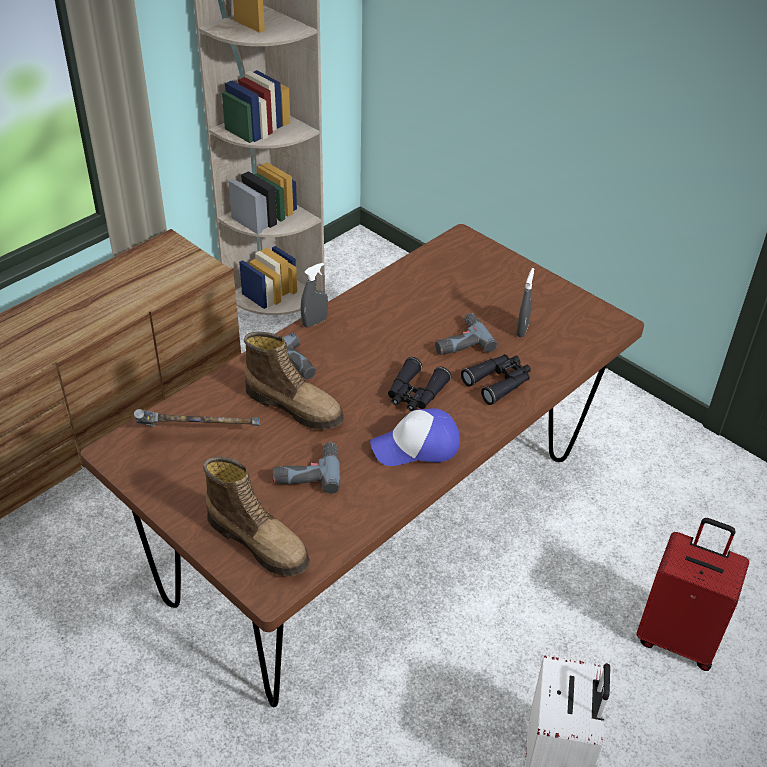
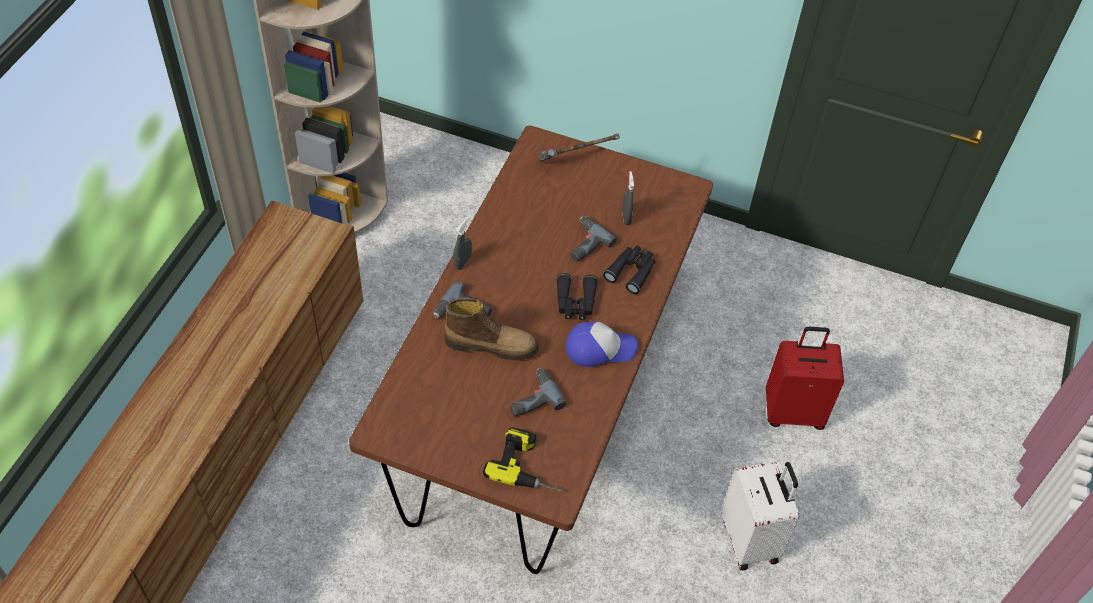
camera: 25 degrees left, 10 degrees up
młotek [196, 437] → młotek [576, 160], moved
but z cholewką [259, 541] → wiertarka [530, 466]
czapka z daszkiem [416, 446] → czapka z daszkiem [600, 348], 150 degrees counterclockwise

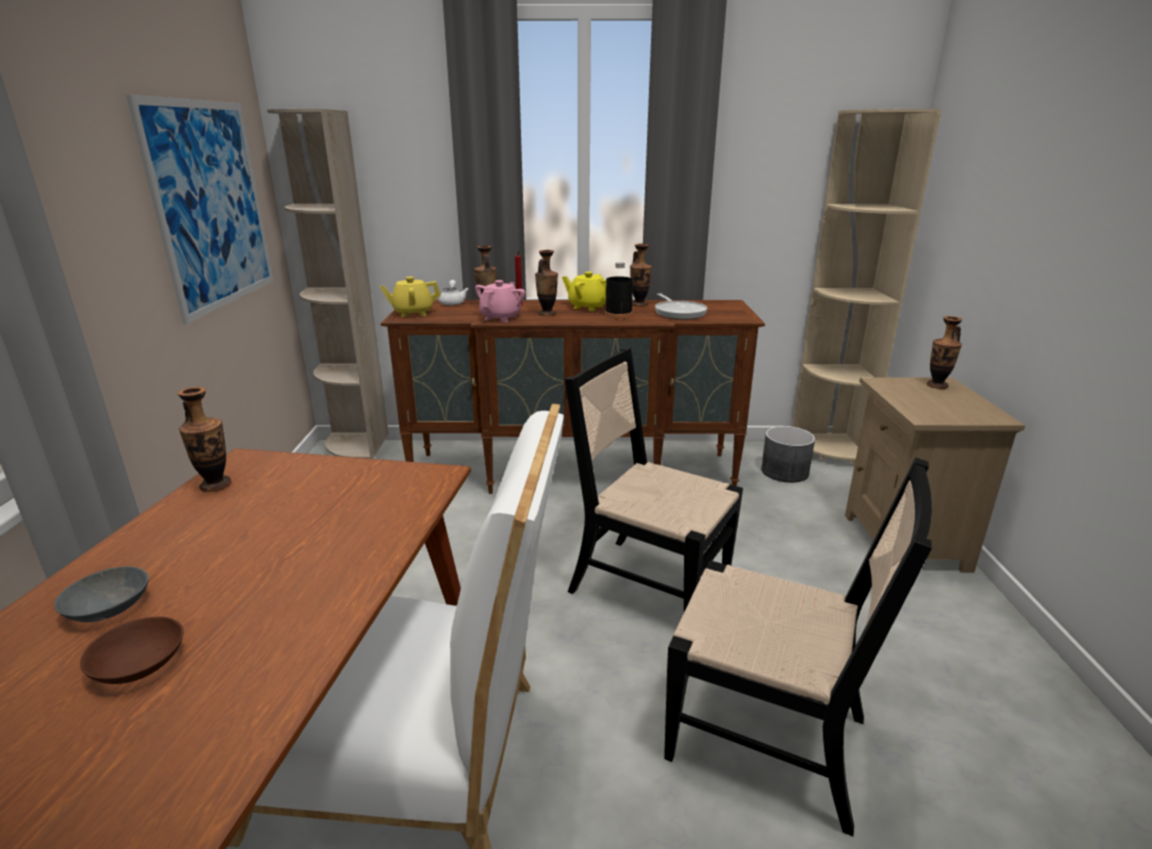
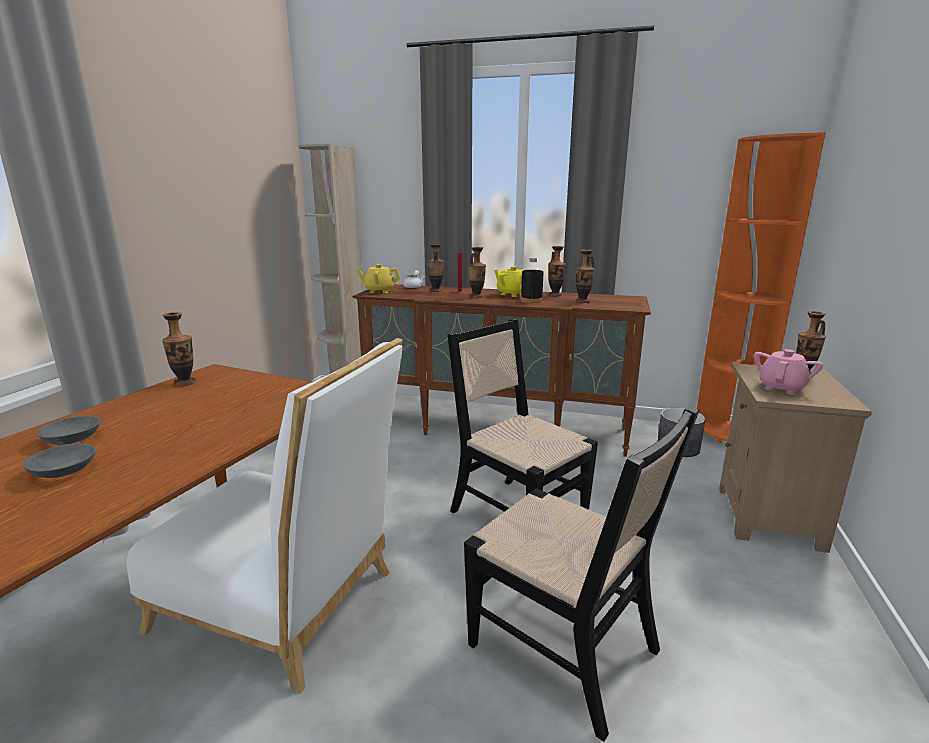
camera: 15 degrees right, 5 degrees down
obraz [212, 205] → -
imbryk/różowy [501, 317] → imbryk/różowy [781, 388], moved
patelnia [679, 313] → wazon [582, 301]
miska/brązowy [140, 665] → miska/szary [64, 471]
regał/beżowy [828, 453] → regał/pomarańczowy [727, 438]

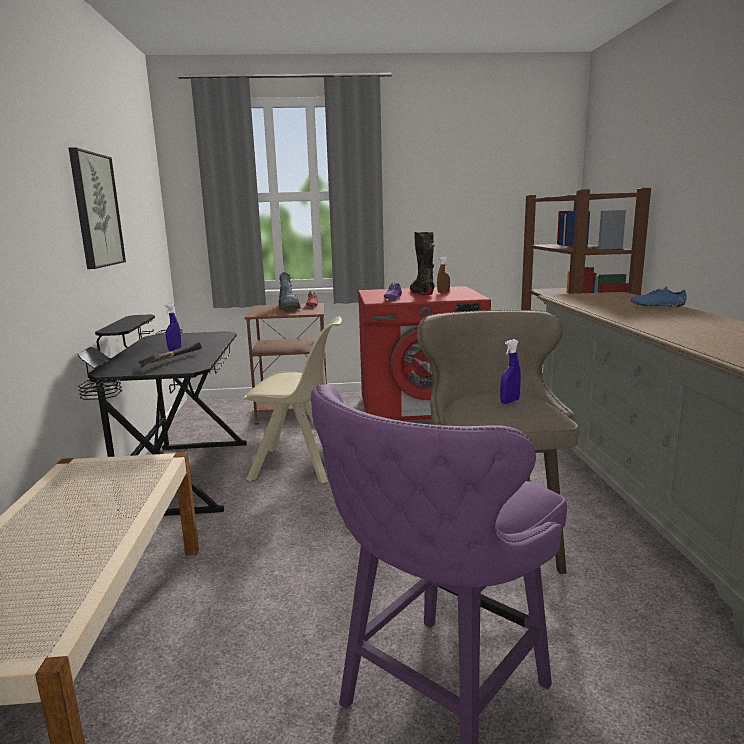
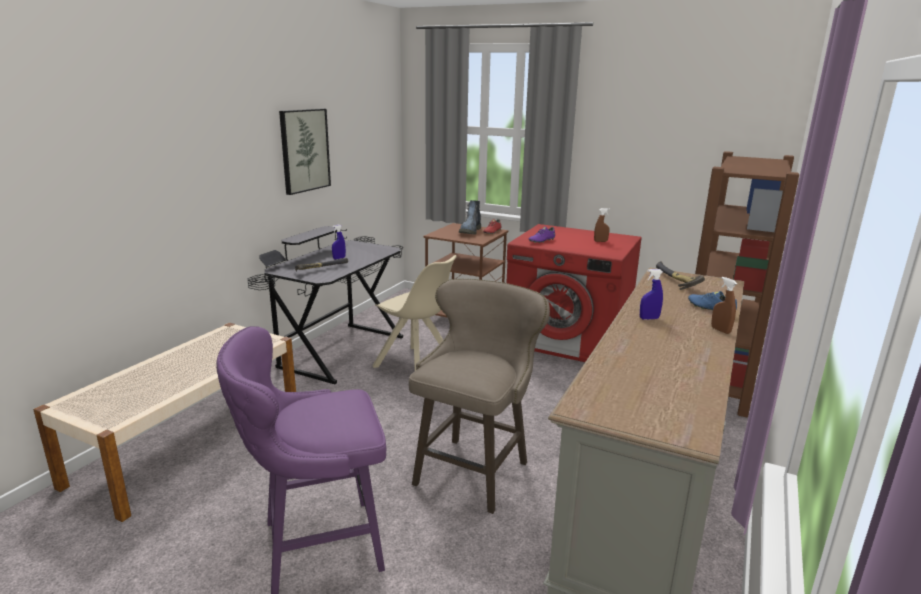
camera: 30 degrees right, 5 degrees up
but z cholewką/czarny [422, 293] → -
- → młotek [674, 281]
- → spryskiwacz/brązowy [720, 330]
spryskiwacz/niebieski [509, 402] → spryskiwacz/niebieski [649, 318], moved

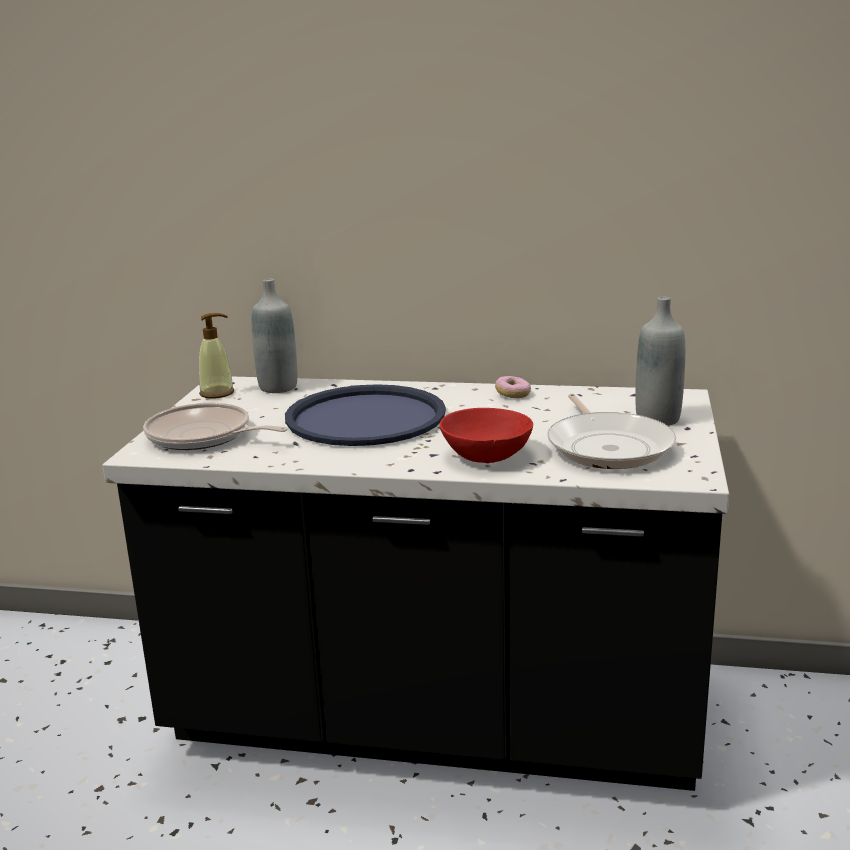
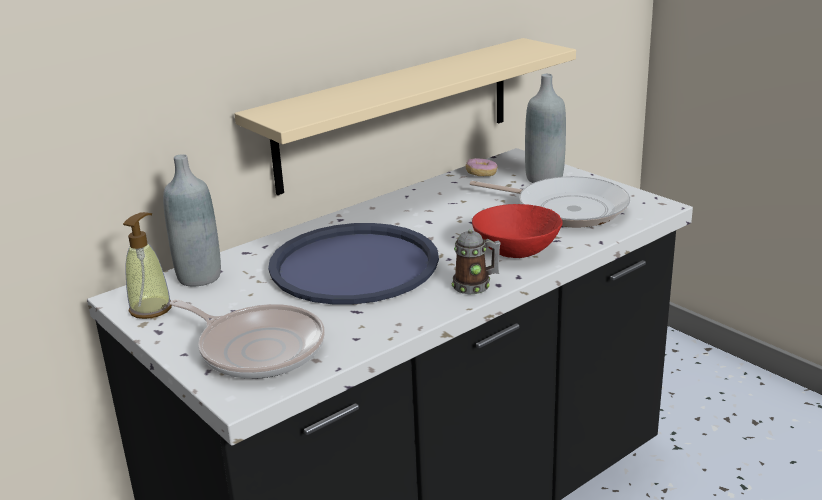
camera: 50 degrees left, 5 degrees up
- → półka/beżowy [396, 113]
- → kubek [476, 285]
donut [513, 395] → donut [481, 174], moved
patelnia [203, 436] → patelnia [258, 348], 120 degrees counterclockwise

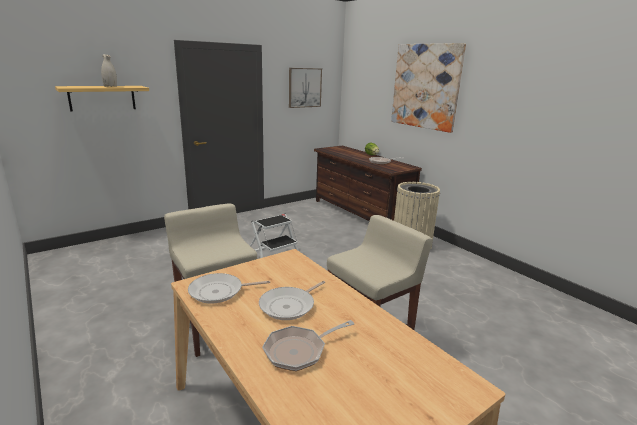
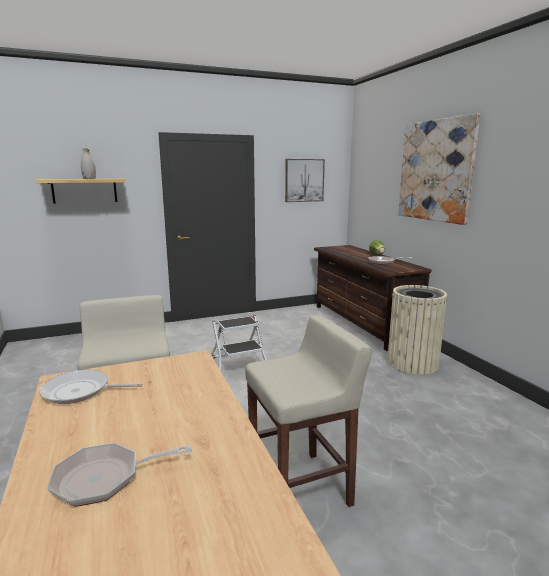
camera: 15 degrees right, 5 degrees down
patelnia [289, 306] → -

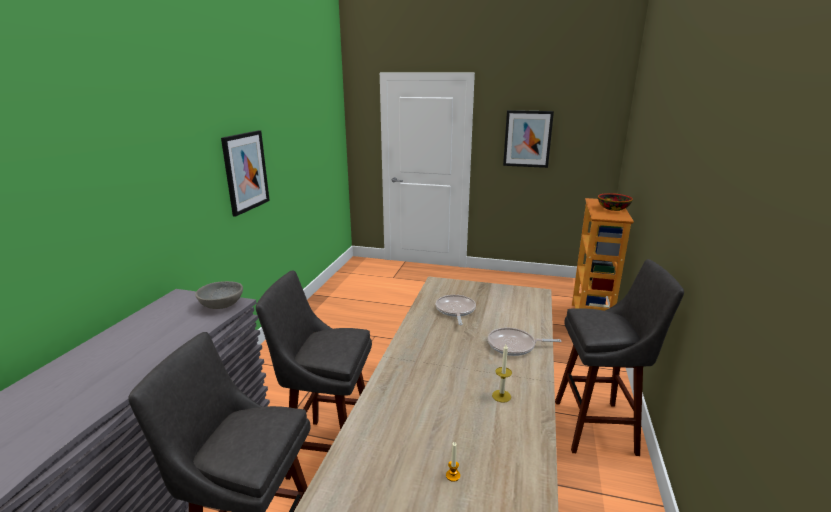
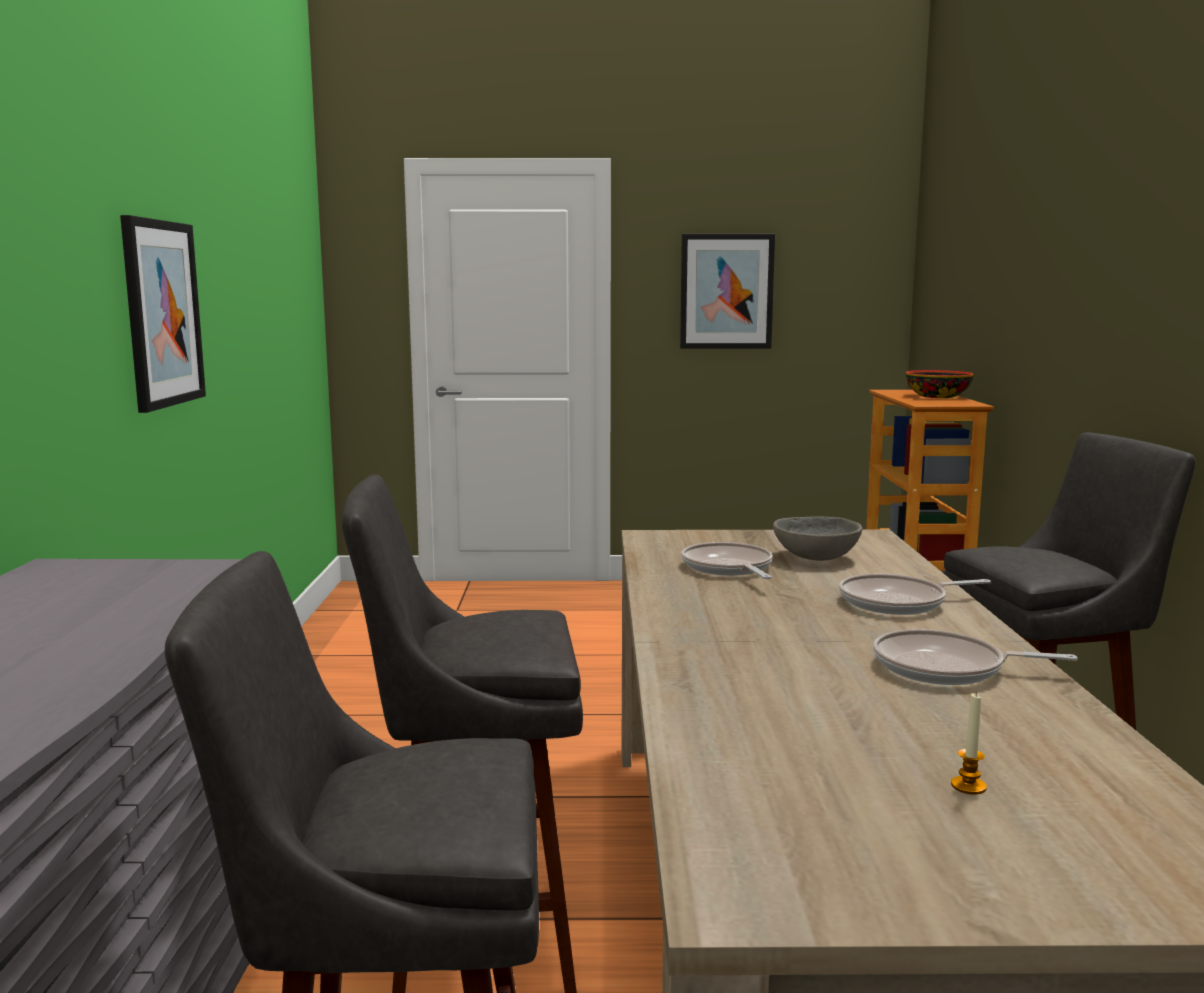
camera: 15 degrees left, 10 degrees down
miska/szary [222, 305] → miska/szary [815, 557], moved
świeca [501, 396] → patelnia [946, 668]

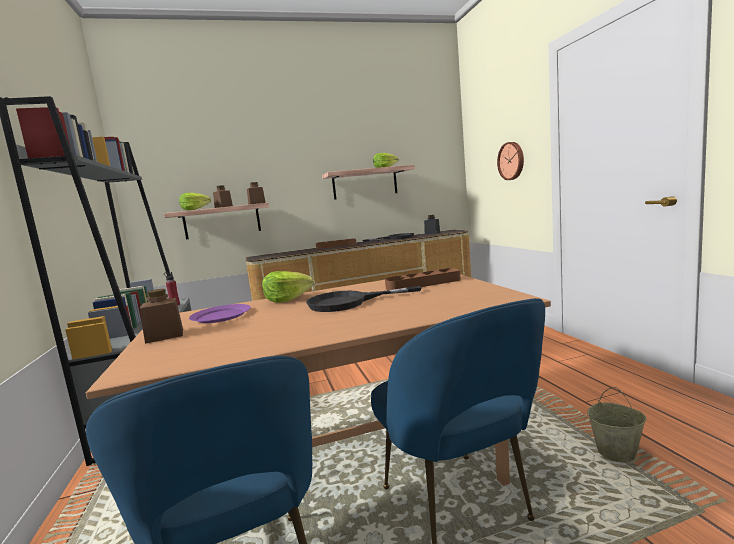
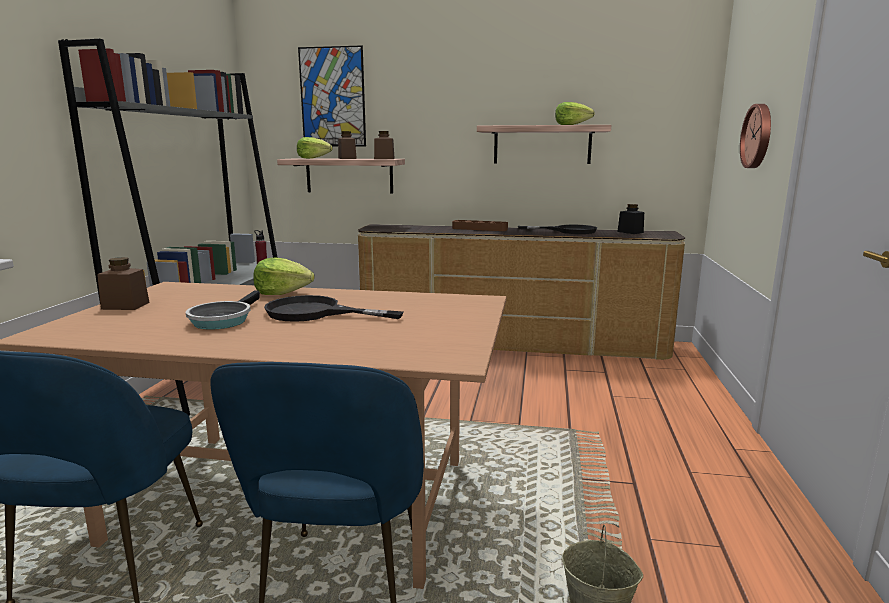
camera: 25 degrees right, 5 degrees up
talerz/fioletowy [221, 316] → -
taca/brązowy [423, 284] → -
- → patelnia [222, 320]
- → obraz [332, 97]

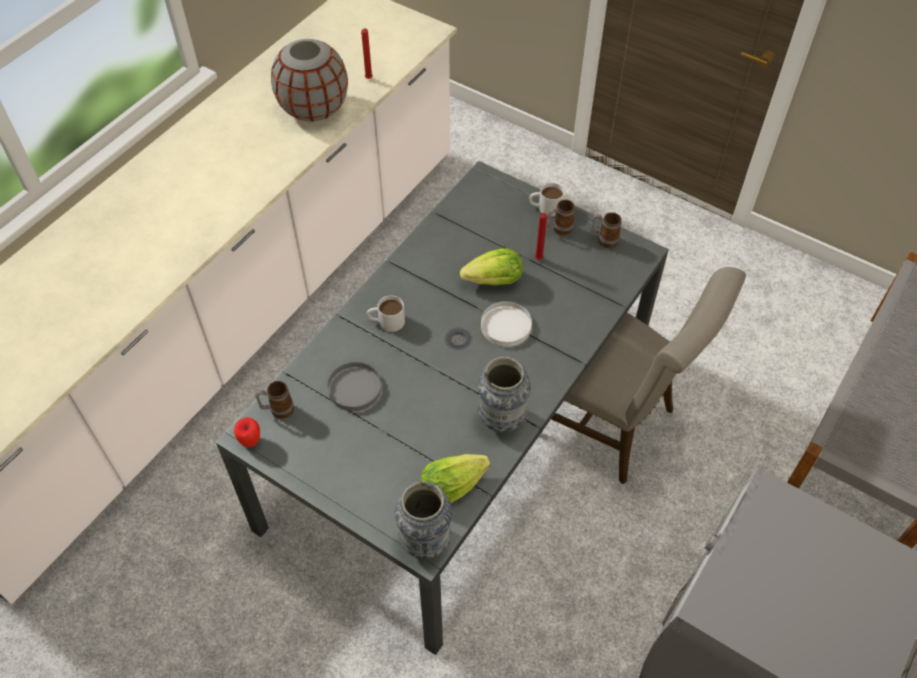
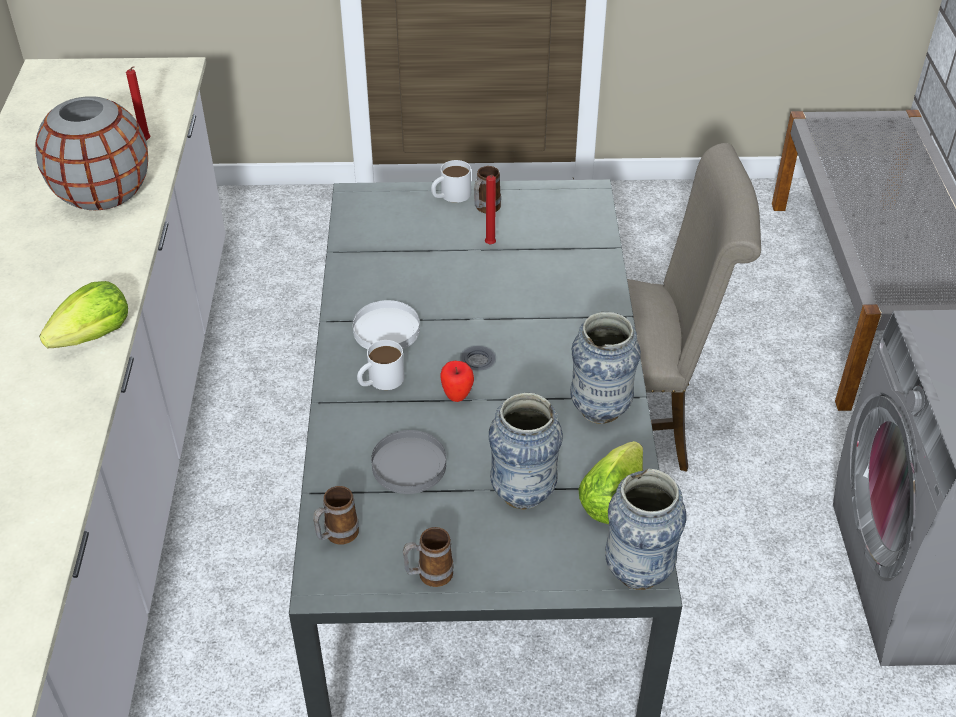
camera: 35 degrees left, 10 degrees down
- → wazon [523, 493]
jabłko [250, 441] → jabłko [457, 396], moved
sałata [494, 281] → sałata [94, 336], moved
talerz/biały [506, 325] → talerz/biały [386, 329], moved
kubek [603, 240] → kubek [428, 575], moved

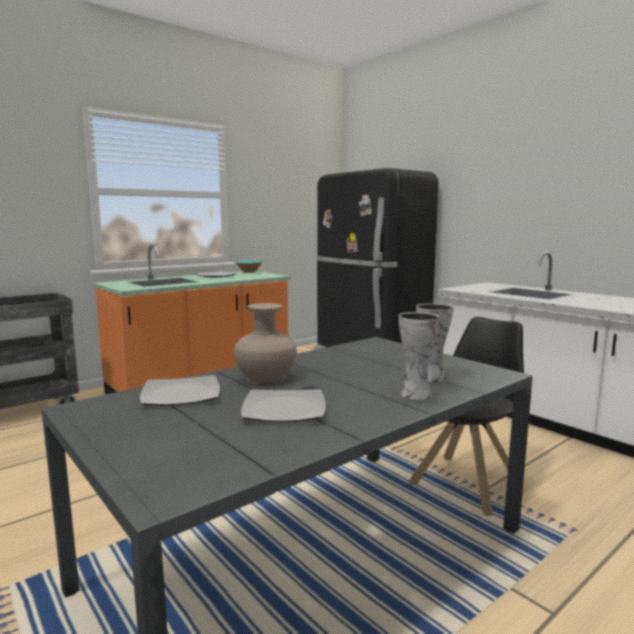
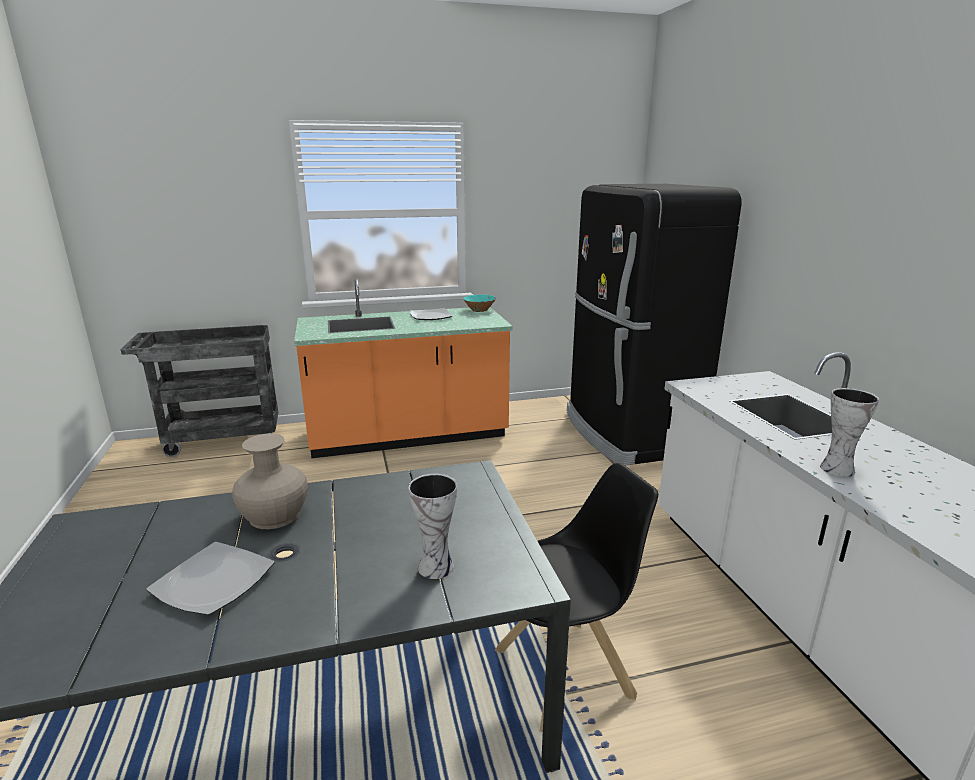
camera: 25 degrees right, 10 degrees up
talerz [182, 394] → -
wazon [414, 394] → wazon [835, 468], moved

